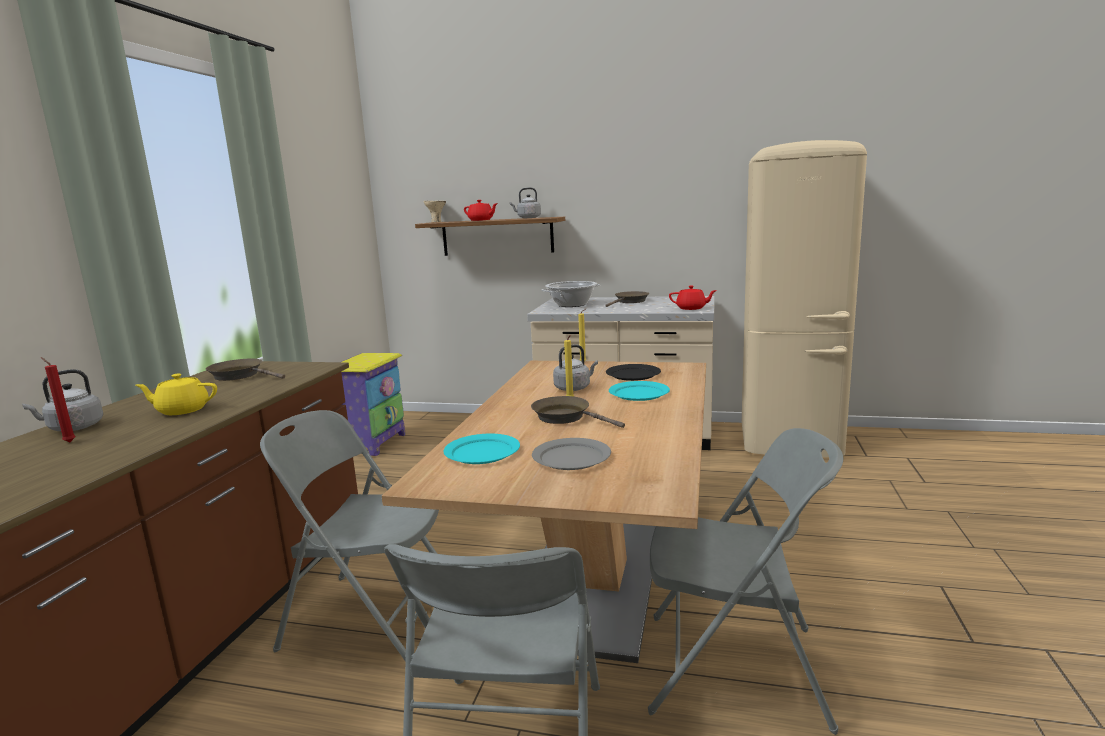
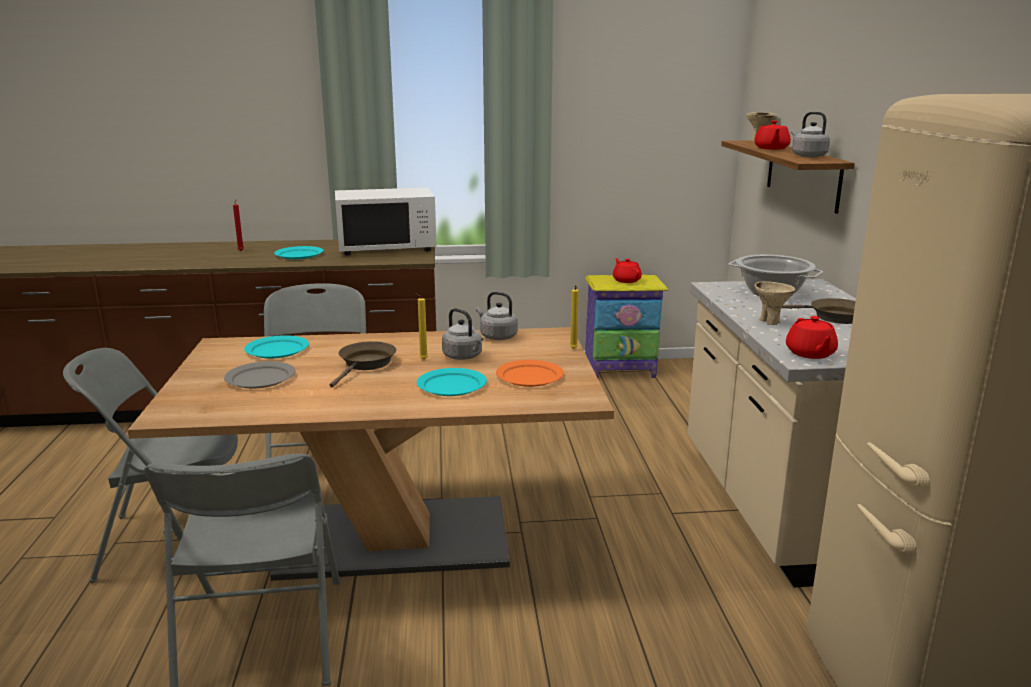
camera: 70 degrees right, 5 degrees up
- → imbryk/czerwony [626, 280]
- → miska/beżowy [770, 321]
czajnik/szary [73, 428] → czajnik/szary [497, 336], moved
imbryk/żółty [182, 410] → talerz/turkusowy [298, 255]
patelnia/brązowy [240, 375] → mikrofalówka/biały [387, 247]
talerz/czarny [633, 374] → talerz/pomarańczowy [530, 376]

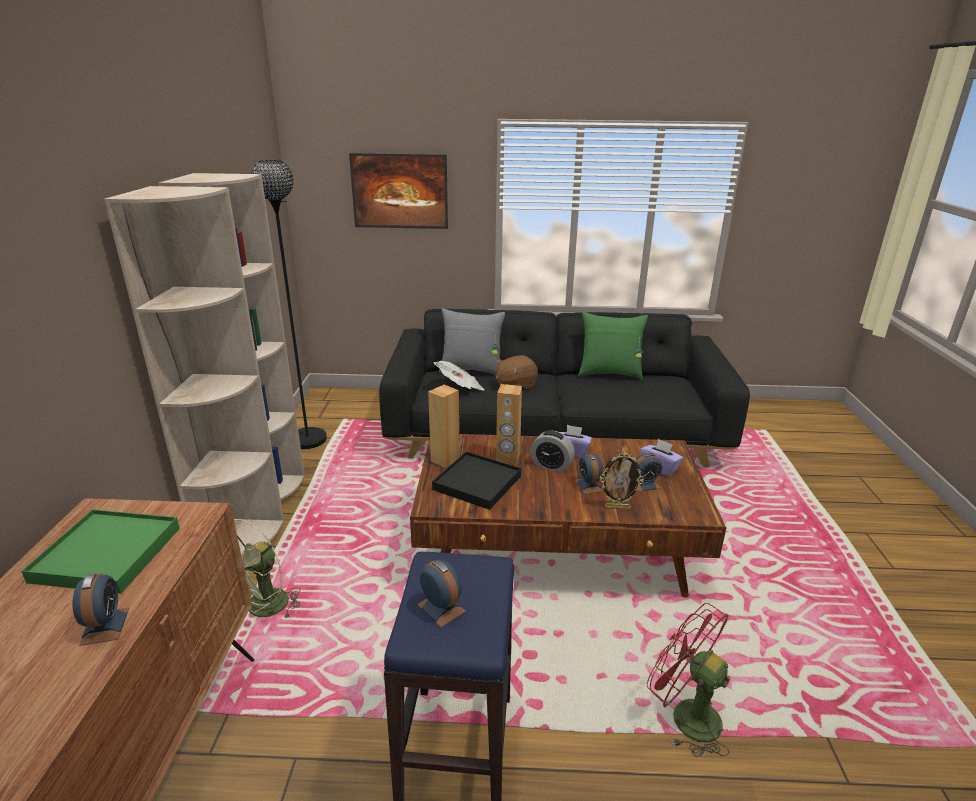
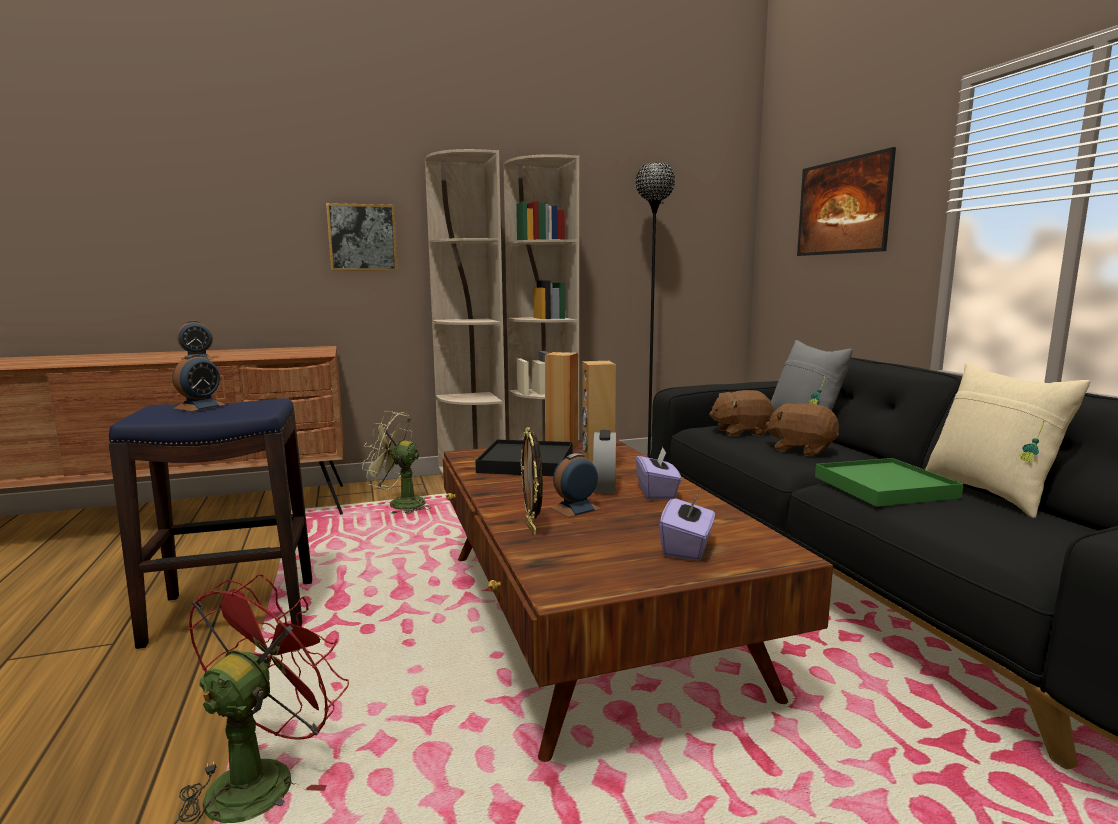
camera: 70 degrees right, 15 degrees down
budzik [644, 484] → -
- → obraz [362, 237]
taca/zielony [107, 554] → taca/zielony [883, 487], moved
gazeta [460, 388] → pluszak/brązowy [740, 432]
poduszka/zielony [609, 374] → poduszka/beżowy [988, 494]

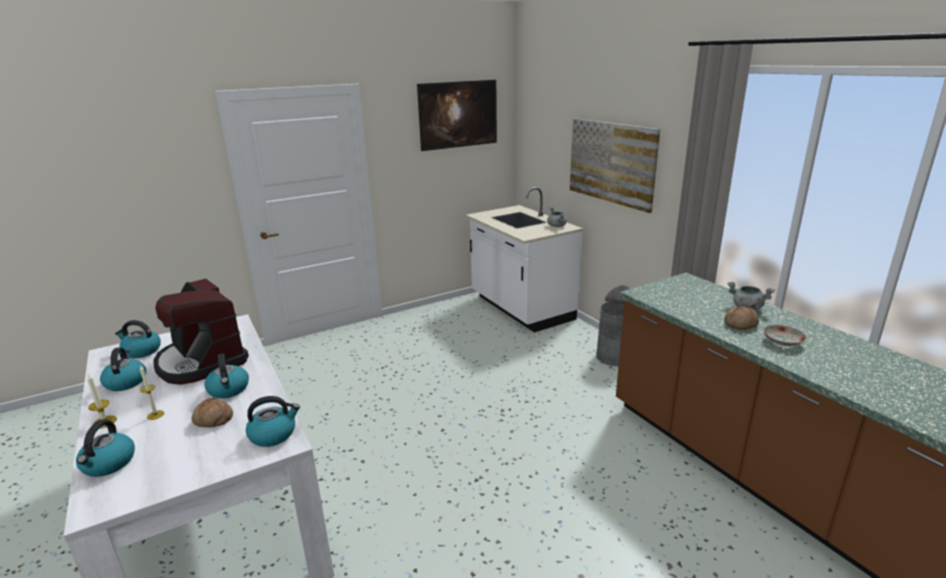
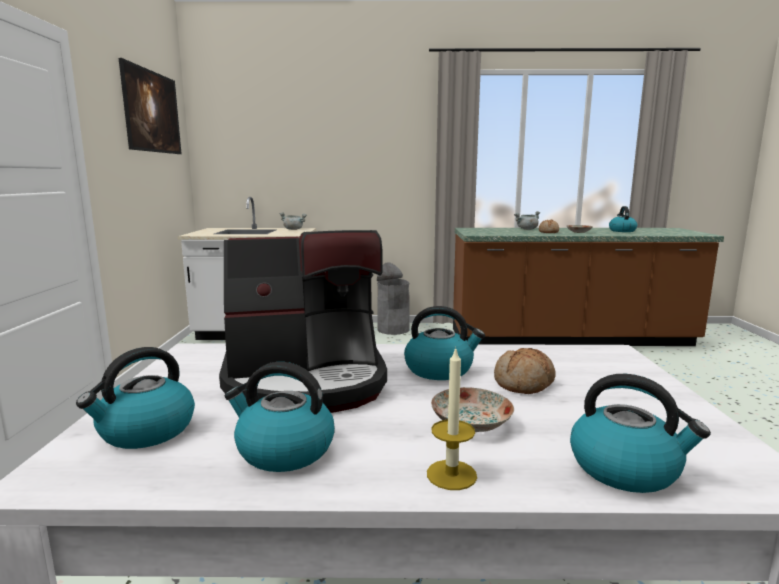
camera: 60 degrees left, 10 degrees down
obraz [611, 162] → -
czajnik [273, 434] → czajnik [622, 231], moved
świeca [155, 415] → talerz [470, 423]

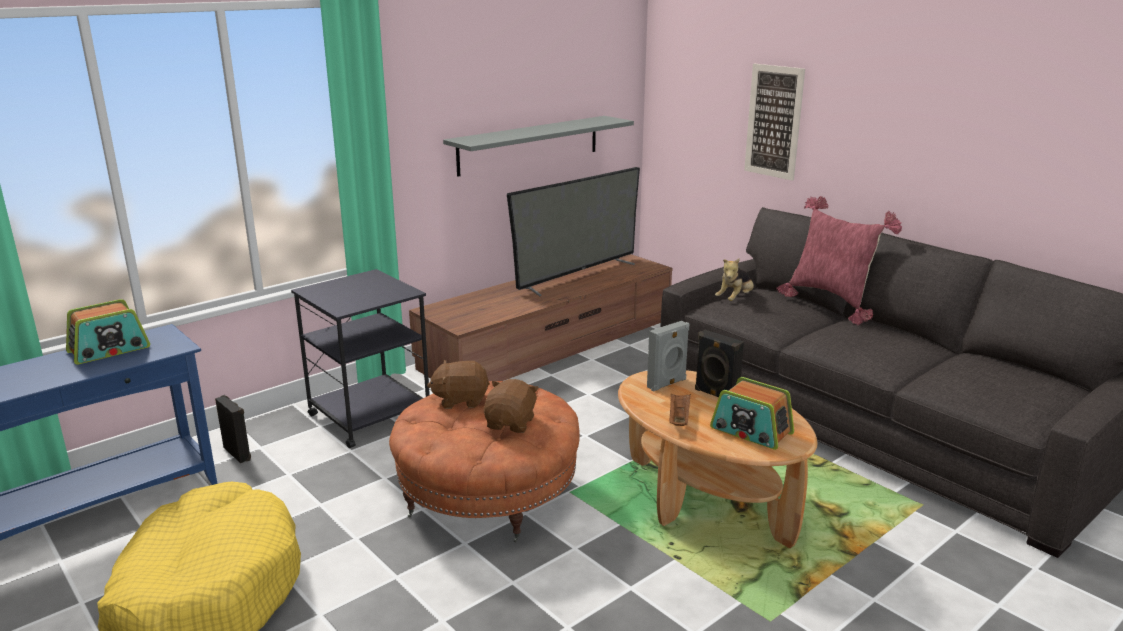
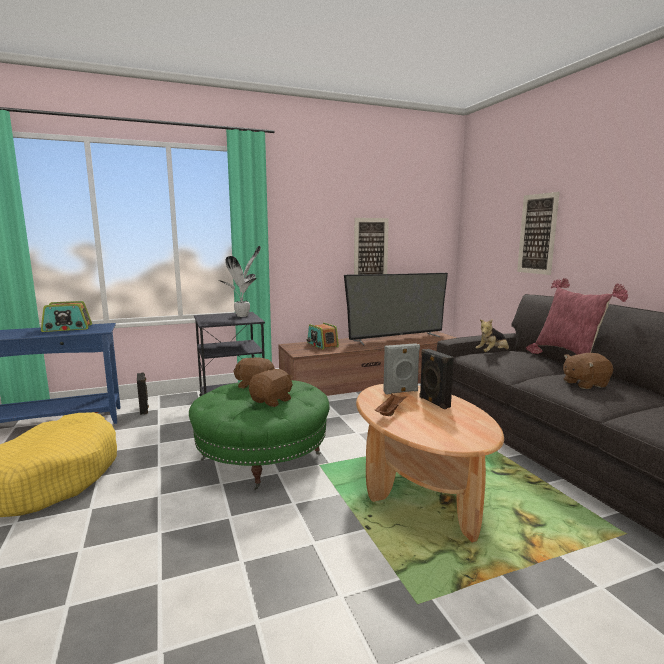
camera: 20 degrees right, 10 degrees down
- → roślina doniczkowa [243, 315]
- → pluszak/brązowy [584, 384]
radio [751, 431] → radio [322, 345], moved
półka/szary [529, 145] → obraz [370, 251]
pufa/brązowy [487, 496] → pufa/zielony [262, 457]

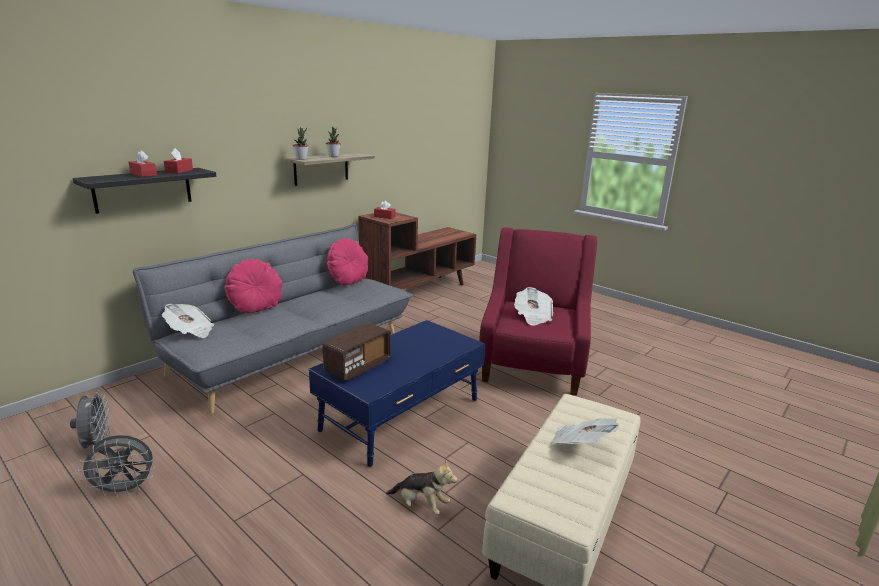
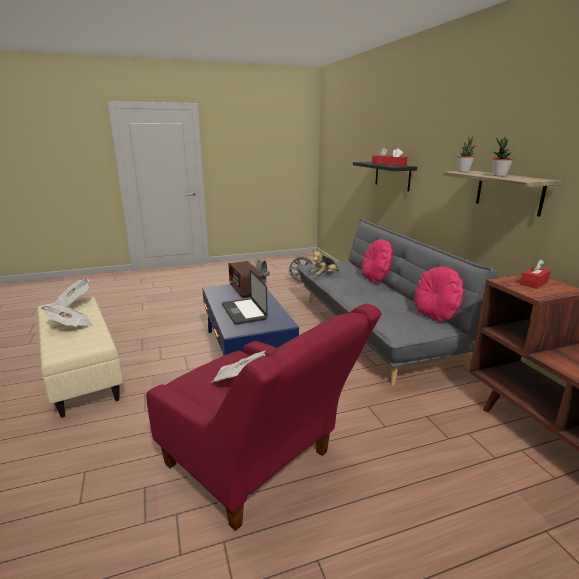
camera: 120 degrees right, 0 degrees up
- → laptop [243, 312]
gazeta [190, 331] → gazeta [71, 304], moved
pluszak [421, 504] → pluszak [324, 275], moved

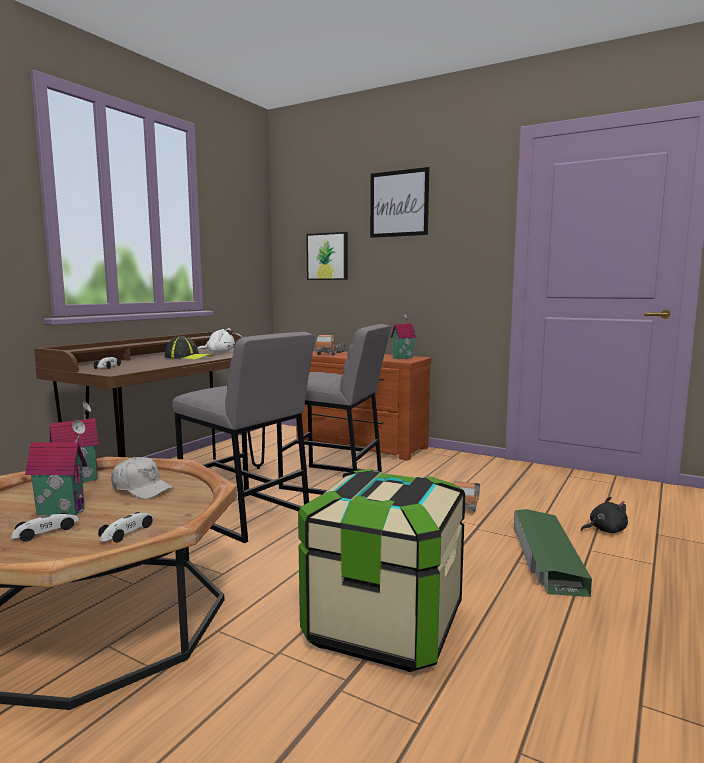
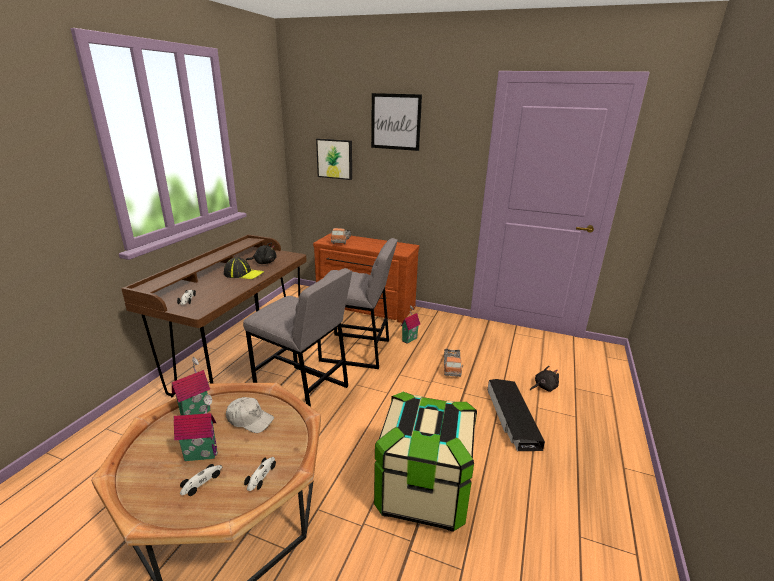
camera: 10 degrees left, 15 degrees up
domek [402, 358] → domek [409, 339], moved
pluszak/biały [219, 353] → pluszak/czarny [264, 262]
pojemnik do przechowywania/zielony [547, 558] → pojemnik do przechowywania/czarny [512, 418]

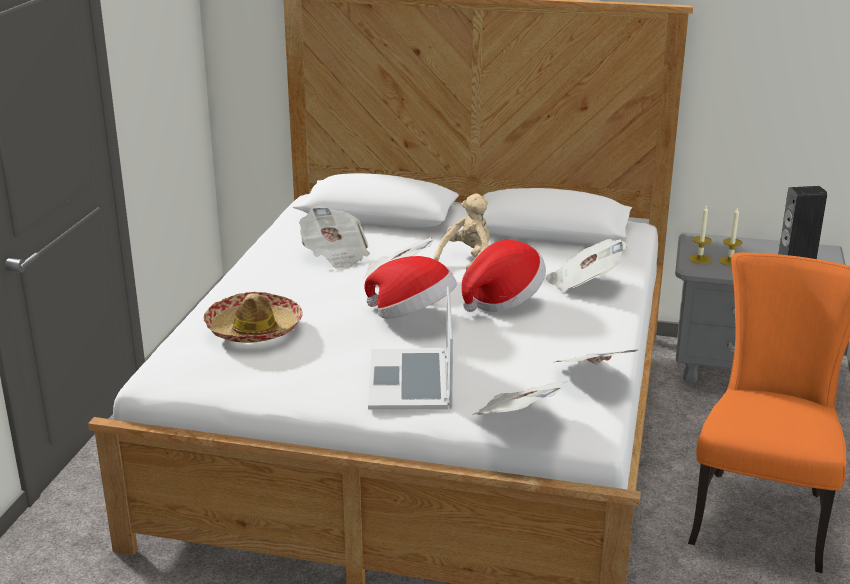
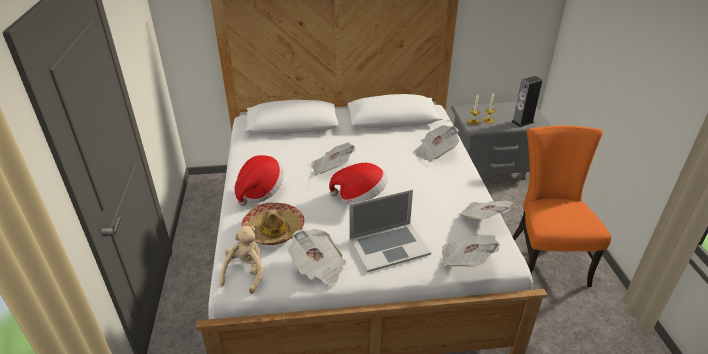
camera: 20 degrees left, 10 degrees up
gazeta [335, 256] → gazeta [318, 267], moved
pluszak/beżowy [467, 260] → pluszak/beżowy [246, 273], moved
kapelusz [502, 300] → kapelusz [260, 191], moved
laptop [411, 380] → laptop [389, 246], 90 degrees counterclockwise

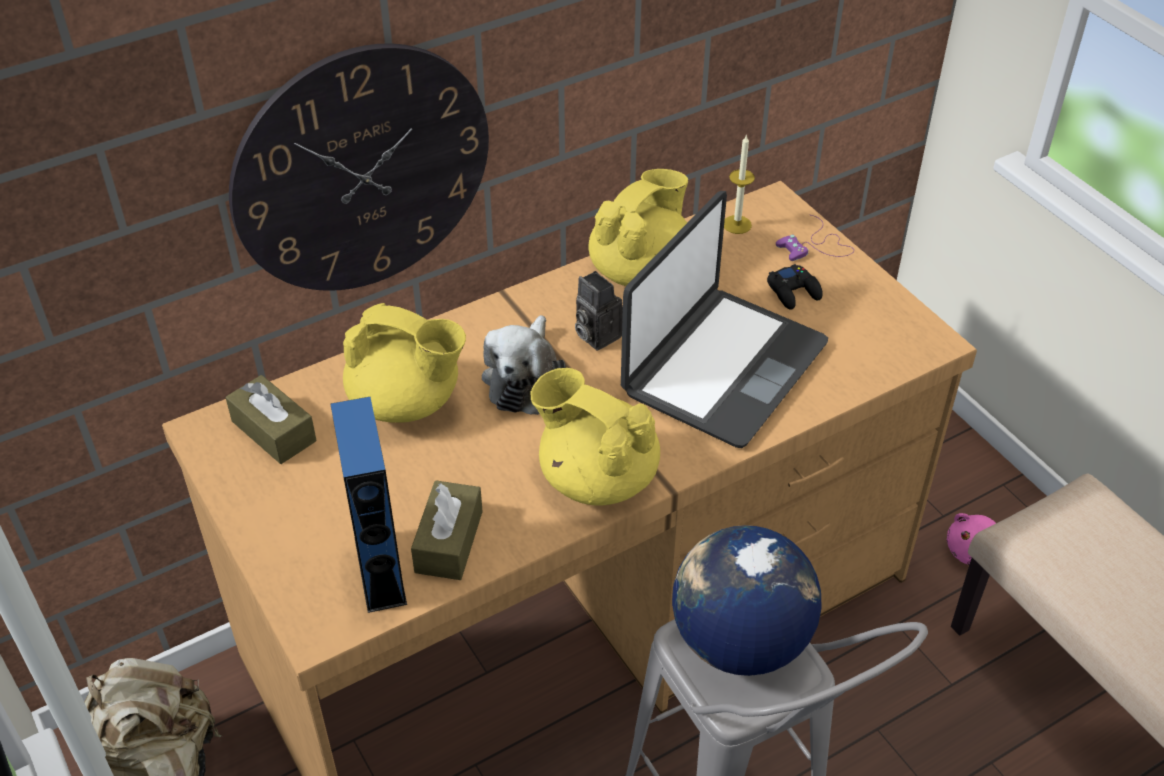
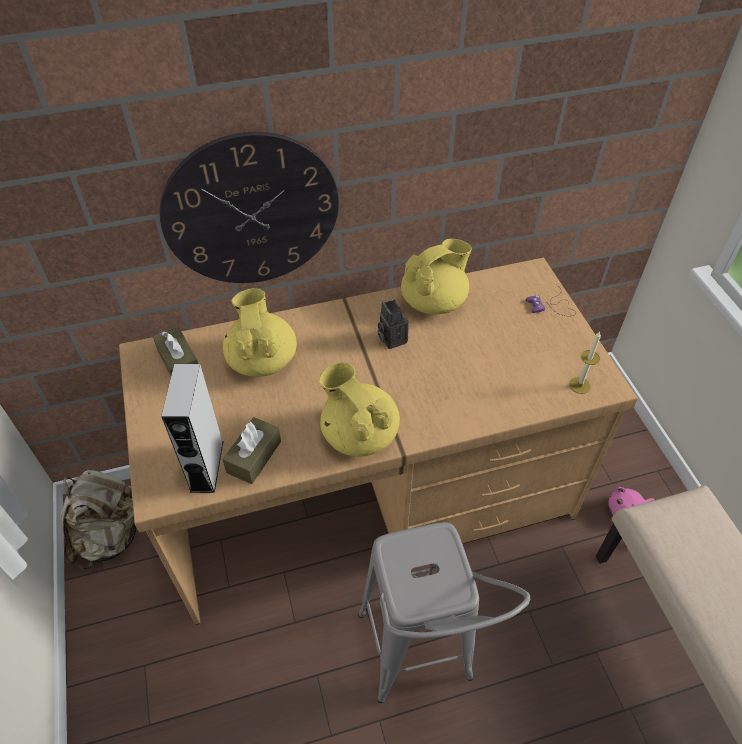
camera: 15 degrees right, 5 degrees up
pluszak [524, 379] → -
laptop [722, 367] → -
globus [739, 641] → -
pad do gier/czarny [794, 292] → -
świeca [737, 224] → świeca [579, 385], moved
głośnik/niebieski [380, 570] → głośnik/szary [207, 466]
imbryk/żółty [406, 402] → imbryk/żółty [262, 359], 135 degrees counterclockwise

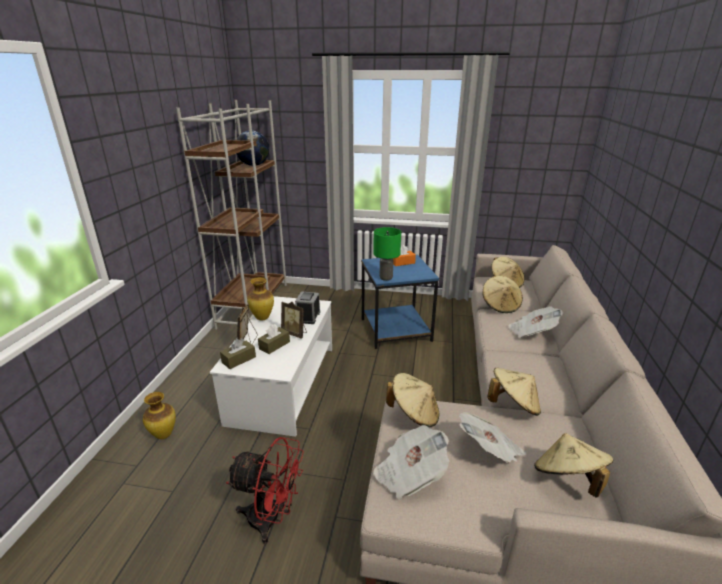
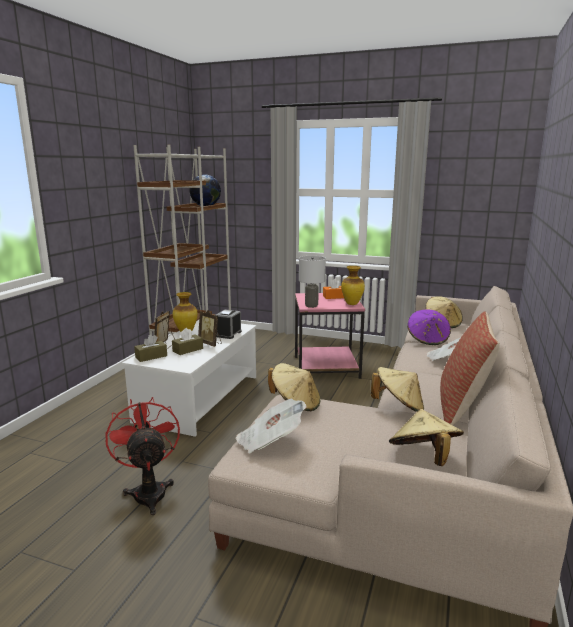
camera: 10 degrees right, 10 degrees down
gazeta [489, 451] → -
- → poduszka [462, 408]
wazon [164, 434] → wazon [352, 304], moved
stolik/niebieski [396, 329] → stolik/różowy [327, 366]
lampa stołowa/zielony [386, 278] → lampa stołowa/biały [312, 306]
kapelusz/beżowy [500, 305] → kapelusz/fioletowy [428, 339]
wentylator/czerwony [271, 519] → wentylator/czerwony [149, 491], 135 degrees counterclockwise

